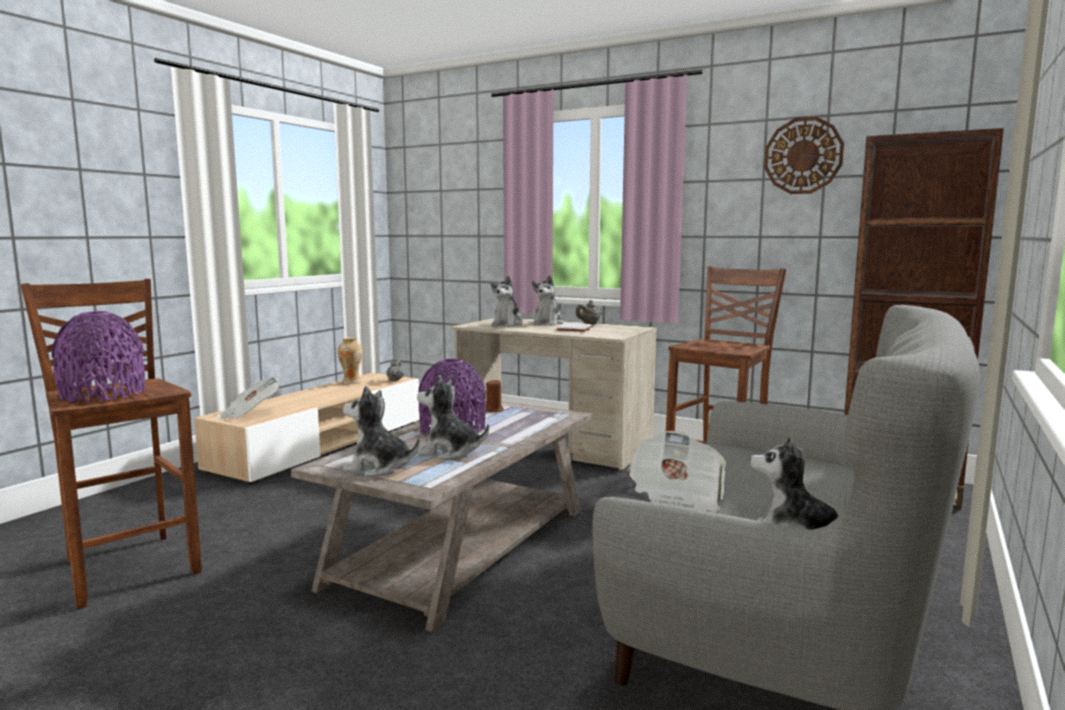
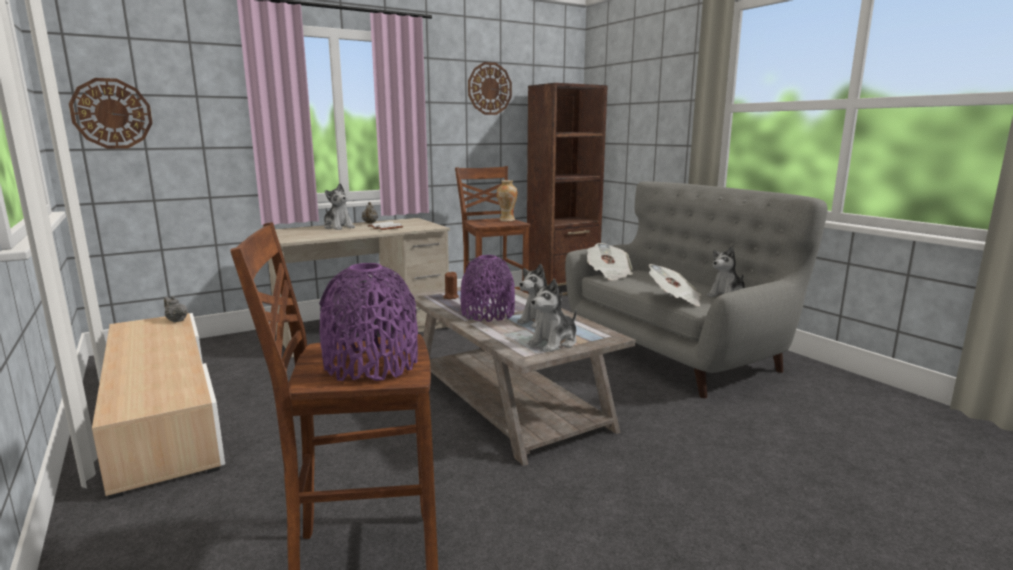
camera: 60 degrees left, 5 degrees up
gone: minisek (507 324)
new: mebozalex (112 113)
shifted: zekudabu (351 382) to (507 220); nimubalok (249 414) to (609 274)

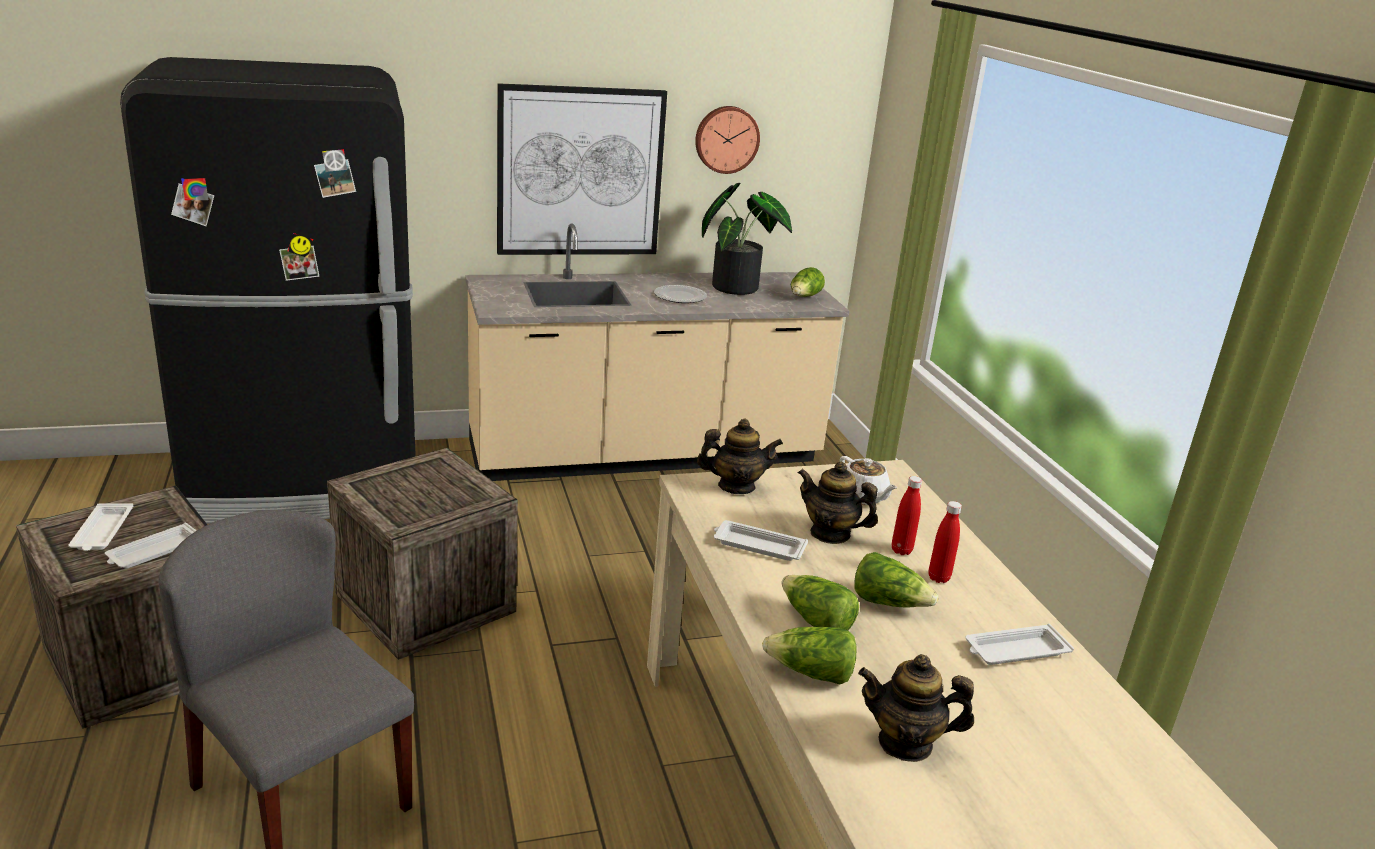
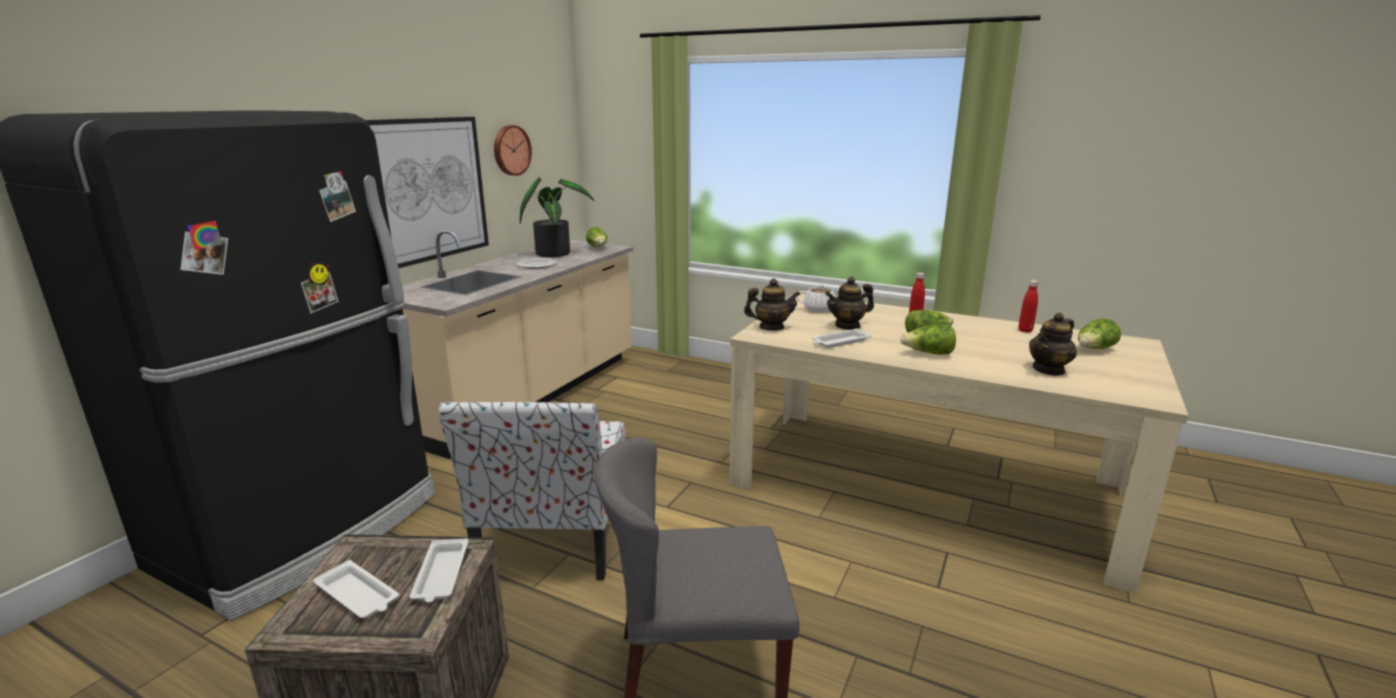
camera: 45 degrees left, 5 degrees down
gone: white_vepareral (1015 651)
shifted: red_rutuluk (901 550) to (1025 330); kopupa (811 674) to (1094 349)
swapped: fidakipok (425 602) to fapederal (553 535)
rotated: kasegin (736 486) = (771 327) 45 degrees clockwise

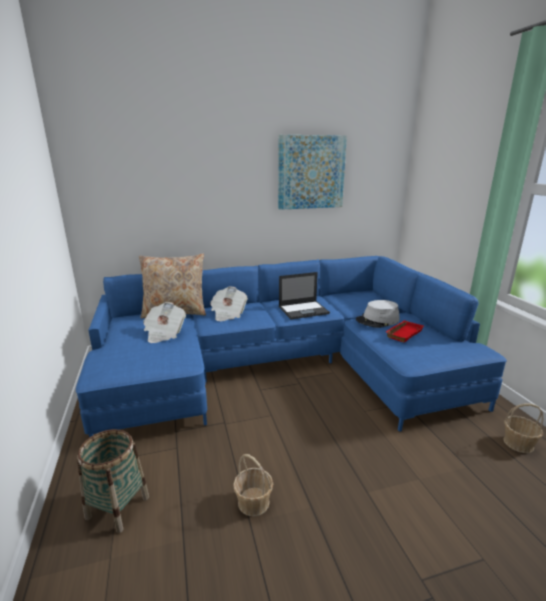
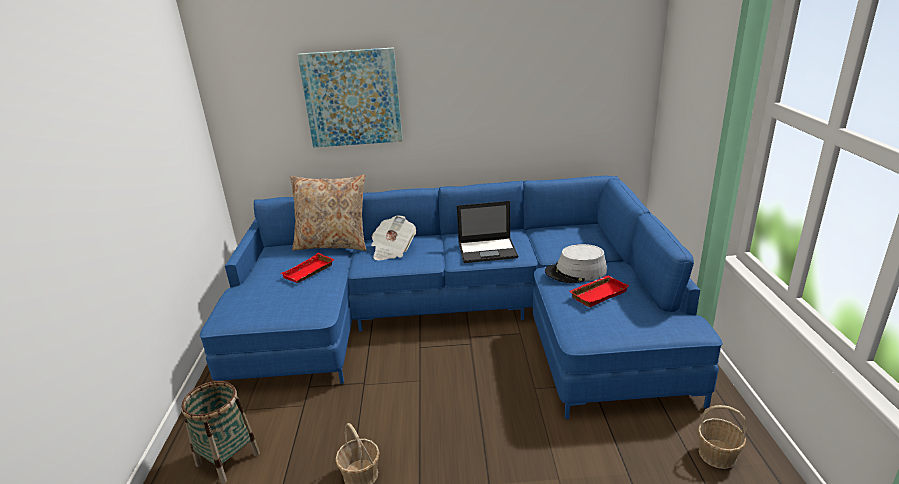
camera: 15 degrees right, 5 degrees up
shifted: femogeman (311 172) to (352 98)
swapped: nimubalok (164 333) to red_vepareral (309 272)

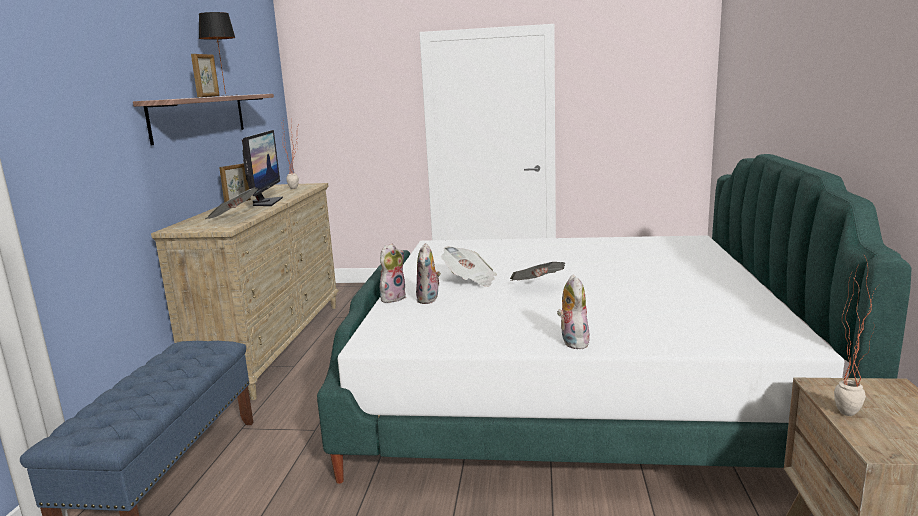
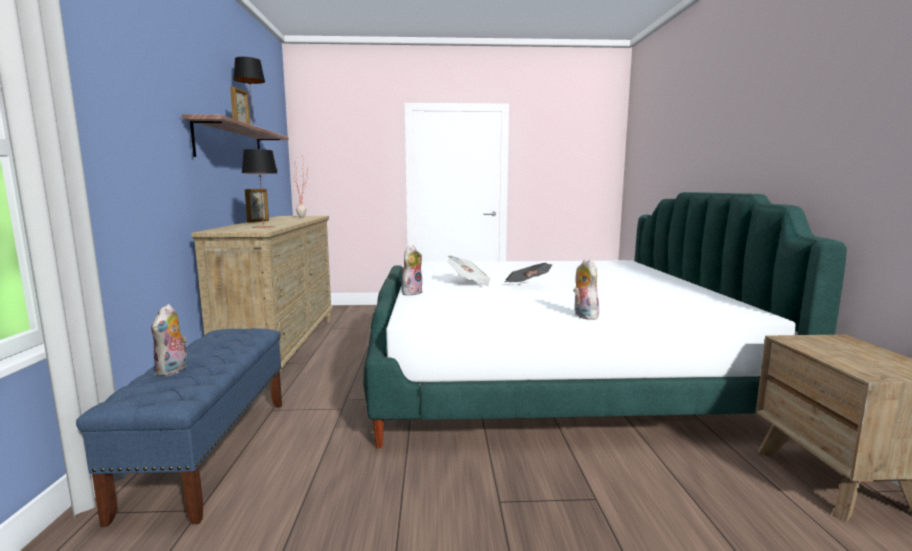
camera: 10 degrees left, 5 degrees down
gone: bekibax (265 202); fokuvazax (847 409)
shifted: minisek (429 300) to (173 371)
swapped: nimubalok (233 218) to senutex (263 227)

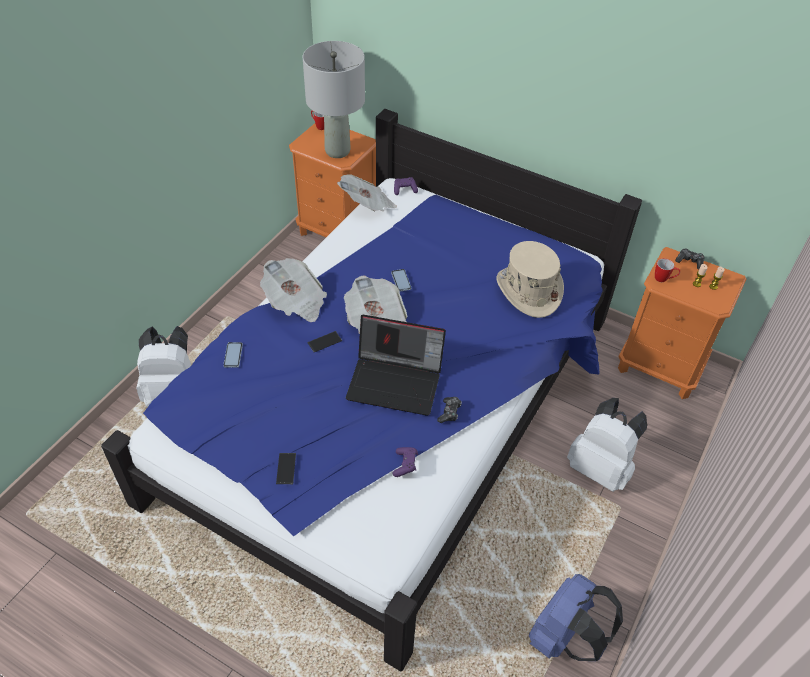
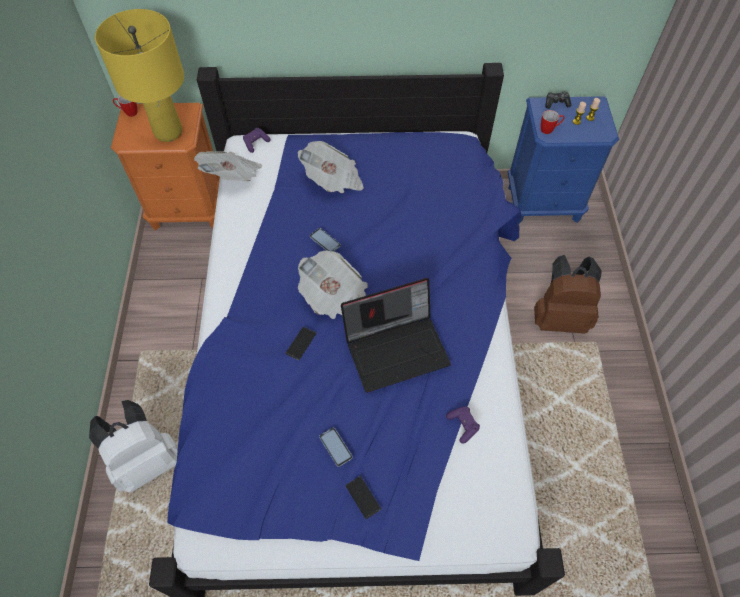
camera: 30 degrees left, 10 degrees up
gone: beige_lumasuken (528 291); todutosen (449 412); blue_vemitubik (564 637)
shifted: nimubalok (295 302) to (333 180); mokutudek (233 355) to (335 447)
repainted: grey_senutex (337 151) to yellow_senutex (169 132); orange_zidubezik (660 367) to blue_zidubezik (543 202); white_vemitubik (600 468) to brown_vemitubik (559 317)

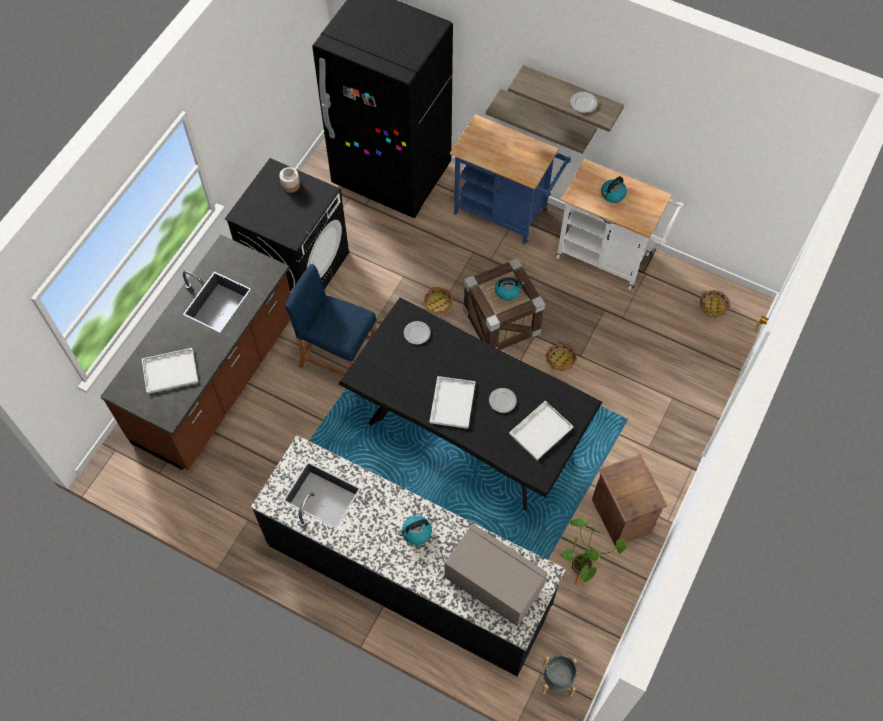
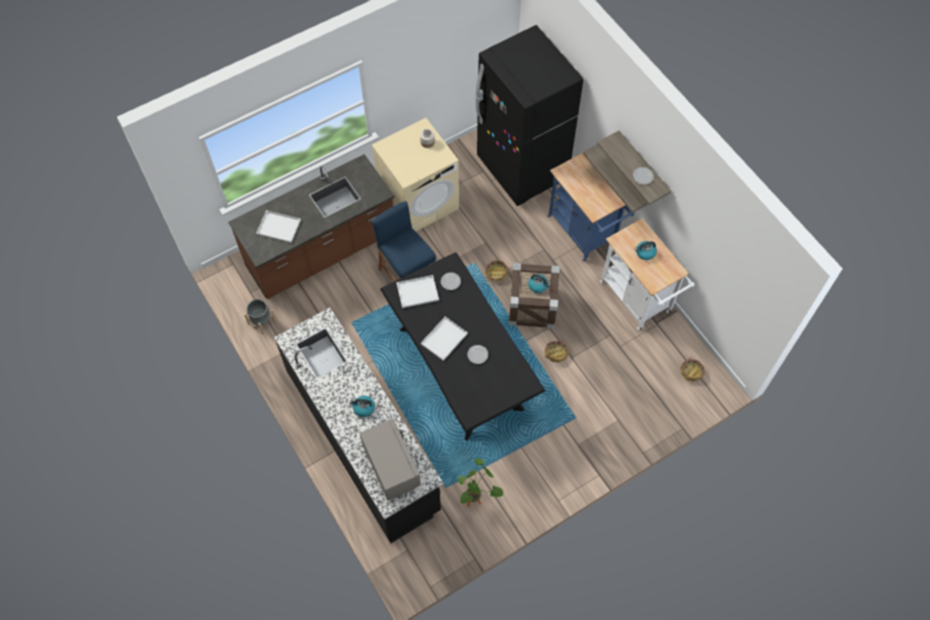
camera: 30 degrees right, 0 degrees up
gone: fidakipok (621 515)
shifted: white_vepareral (540 432) to (417 292); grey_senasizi (557 680) to (261 322)
repainted: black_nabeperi (297 267) to beige_nabeperi (419 202)

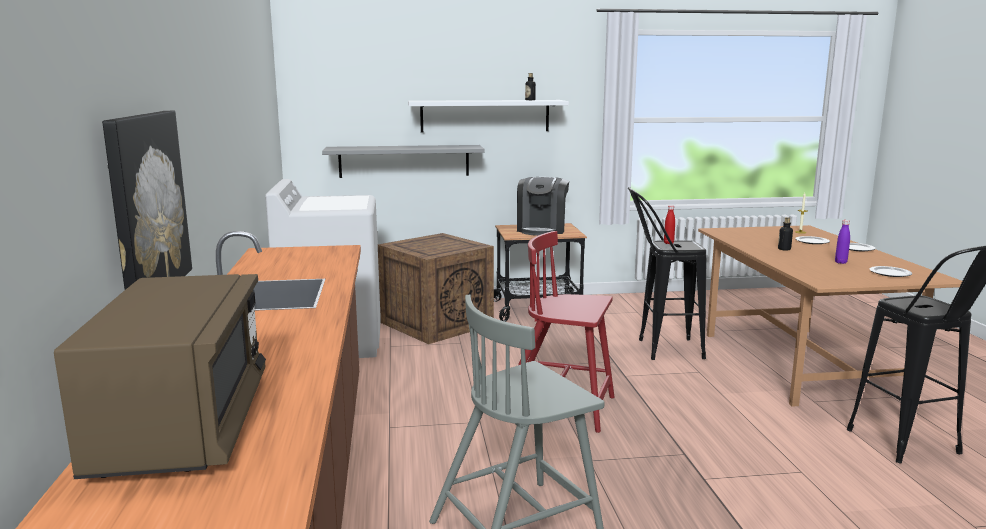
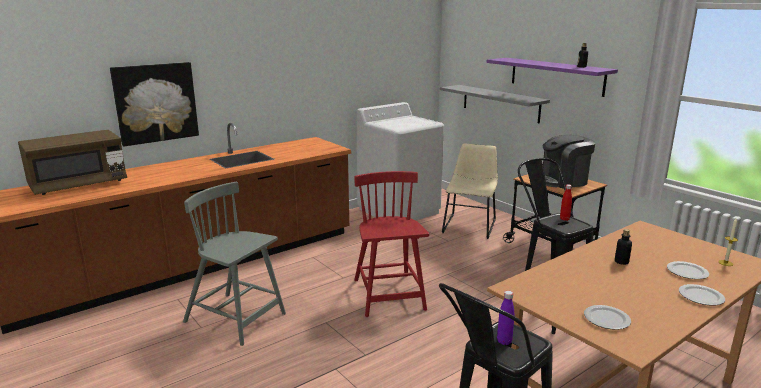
camera: 60 degrees right, 5 degrees up
shifted: purple_rutuluk (840 262) to (504 341)
swapped: fidakipok (437 323) to beige_fapederal (470 225)
repainted: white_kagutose (485 116) to purple_kagutose (556 76)

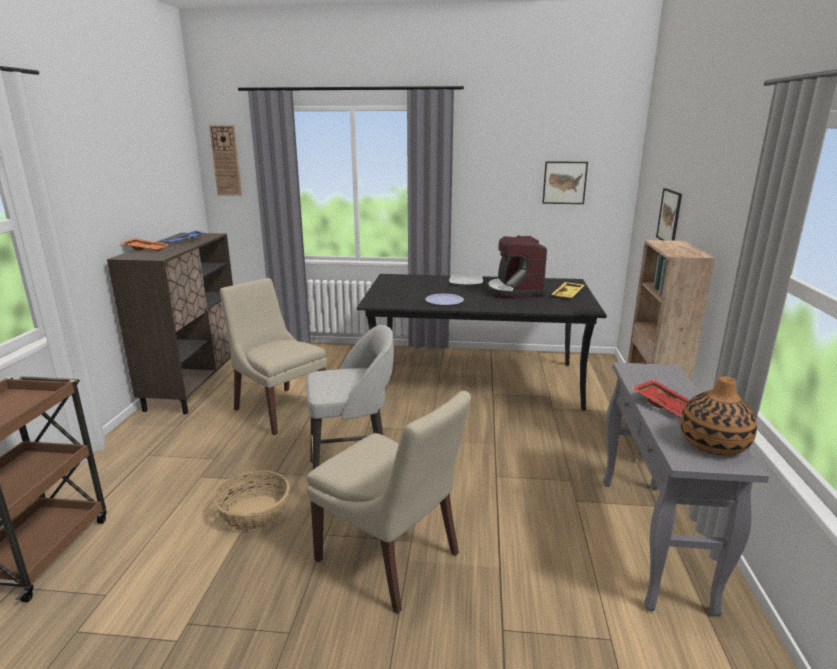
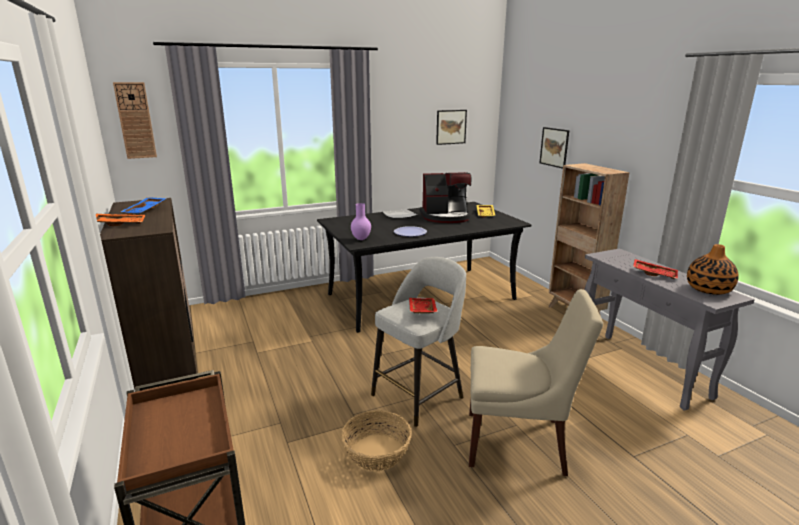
camera: 30 degrees left, 0 degrees up
gone: beige_fapederal (279 409)
new: purple_zekudabu (361 239); red_vepareral (421 310)
rotated: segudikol (514 291) = (446 217) 60 degrees counterclockwise

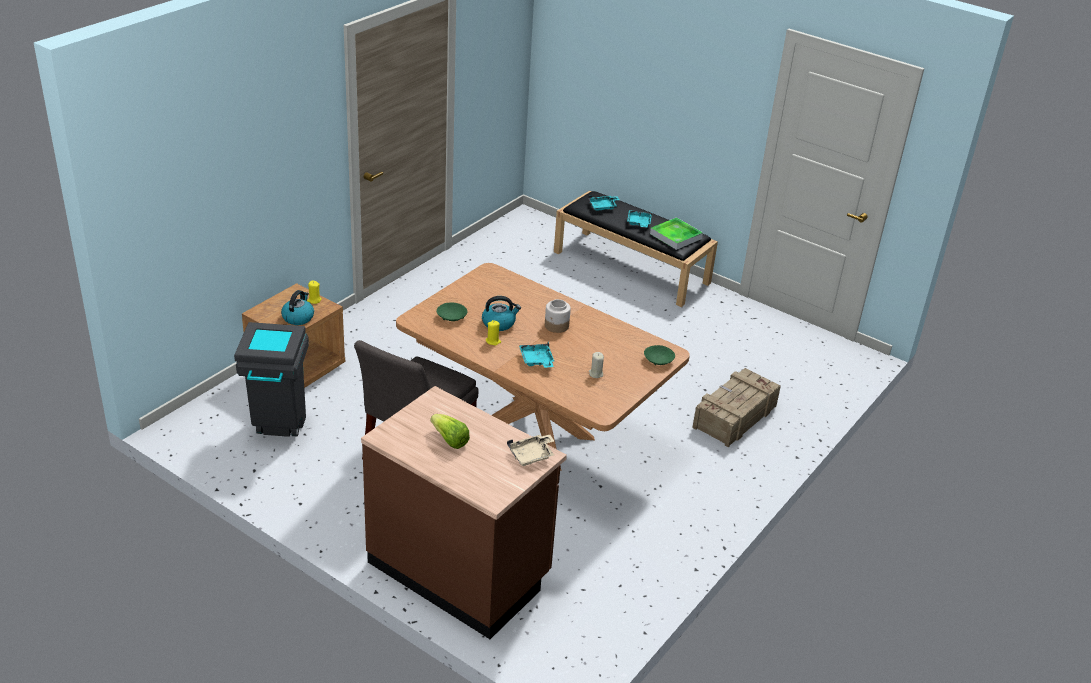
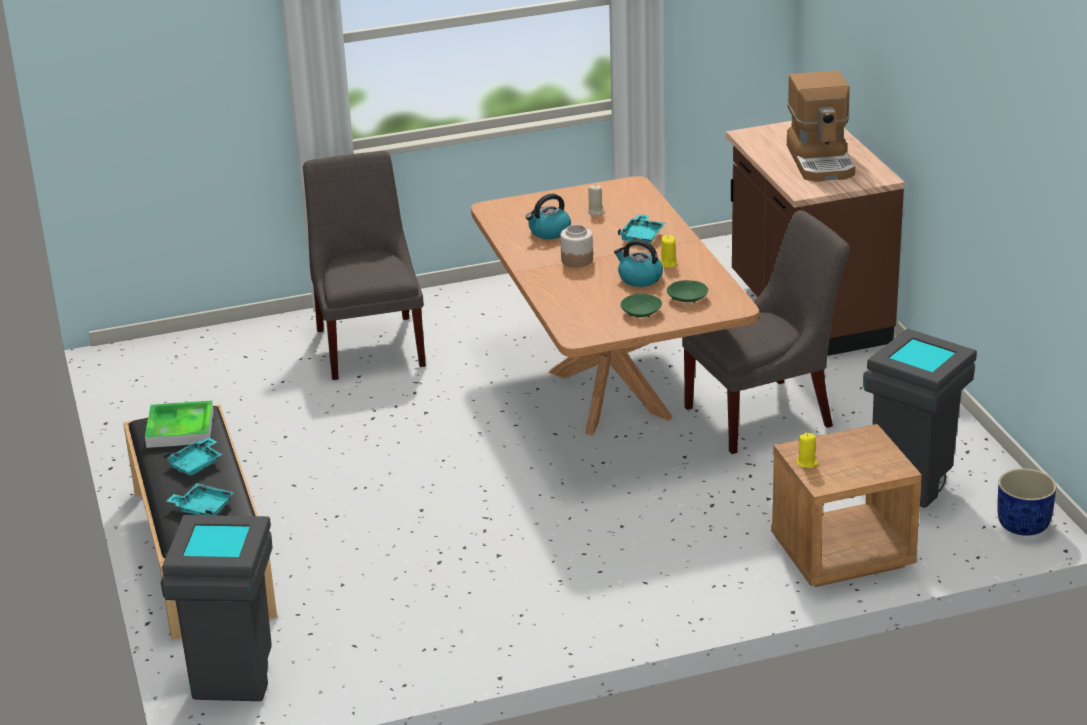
camera: 140 degrees left, 5 degrees down
gone: beige_vepareral (531 455)
new: blue_senasizi (1024 525); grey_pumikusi (235 678)
shifted: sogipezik (298 317) to (549 232); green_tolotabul (658 360) to (640 312)
swapped: fidakipok (734 416) to grey_fapederal (370 344); kopupa (449 440) to segudikol (822 161)

